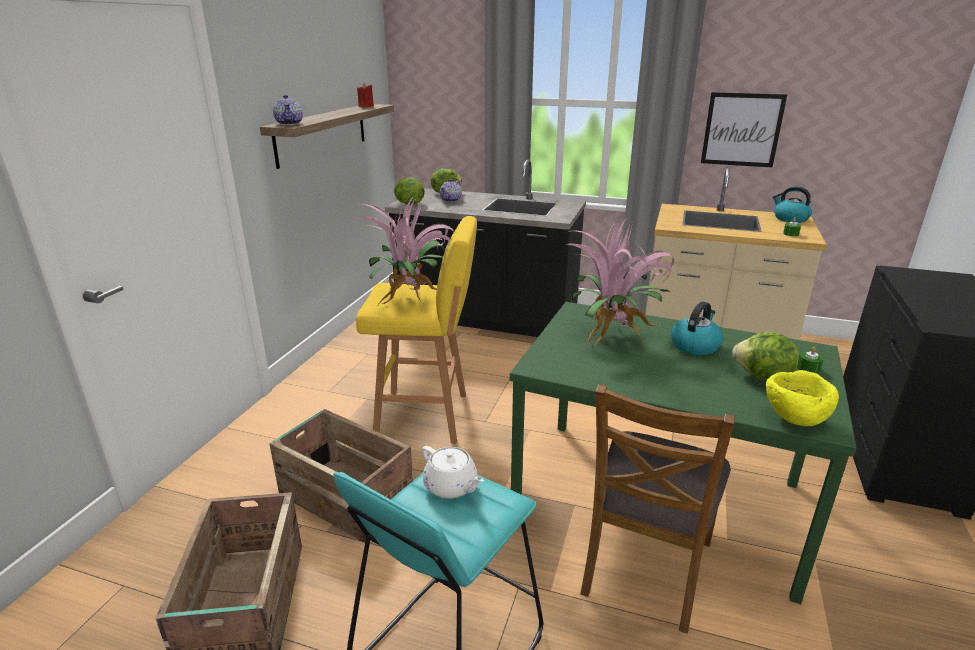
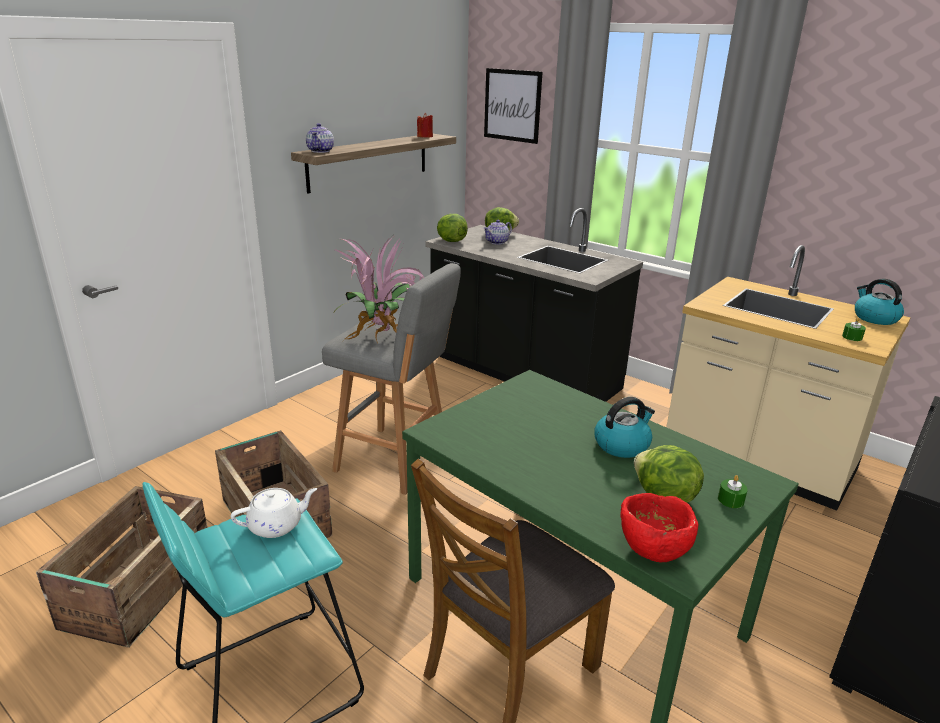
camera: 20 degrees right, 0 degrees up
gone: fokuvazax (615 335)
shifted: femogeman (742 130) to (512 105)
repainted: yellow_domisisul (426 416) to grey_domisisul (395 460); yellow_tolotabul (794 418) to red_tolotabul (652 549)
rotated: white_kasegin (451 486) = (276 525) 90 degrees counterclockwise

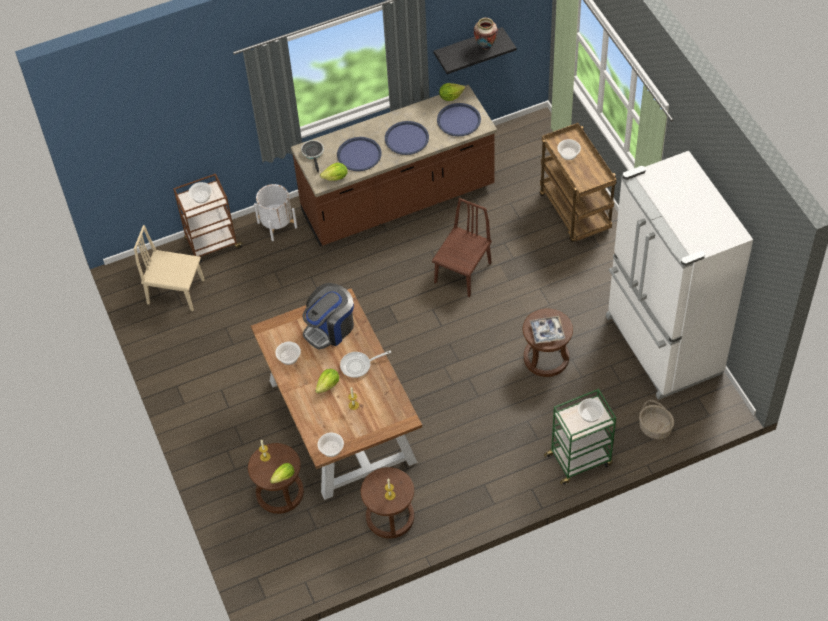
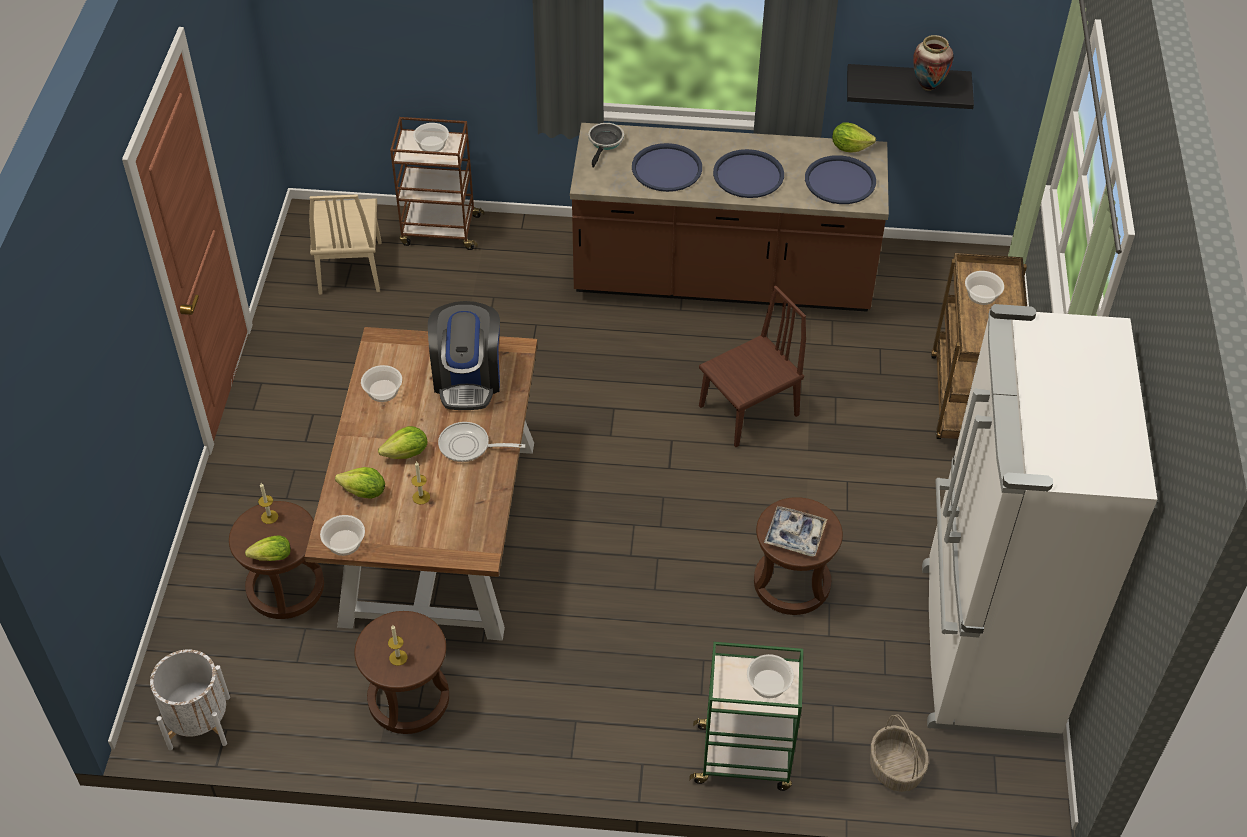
camera: 25 degrees right, 5 degrees down
shifted: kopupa (336 178) to (364 493); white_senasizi (277 225) to (199 722)
rotated: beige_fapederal (176 291) = (350 267) 135 degrees counterclockwise; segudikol (330 328) = (467 378) 75 degrees counterclockwise

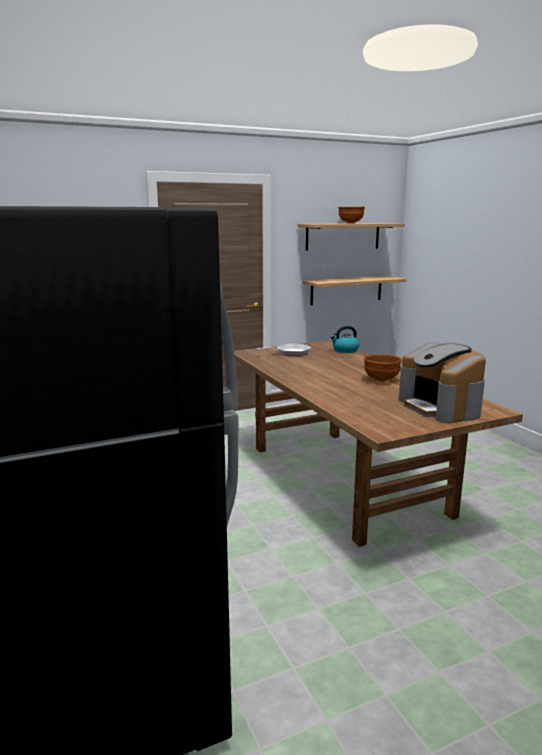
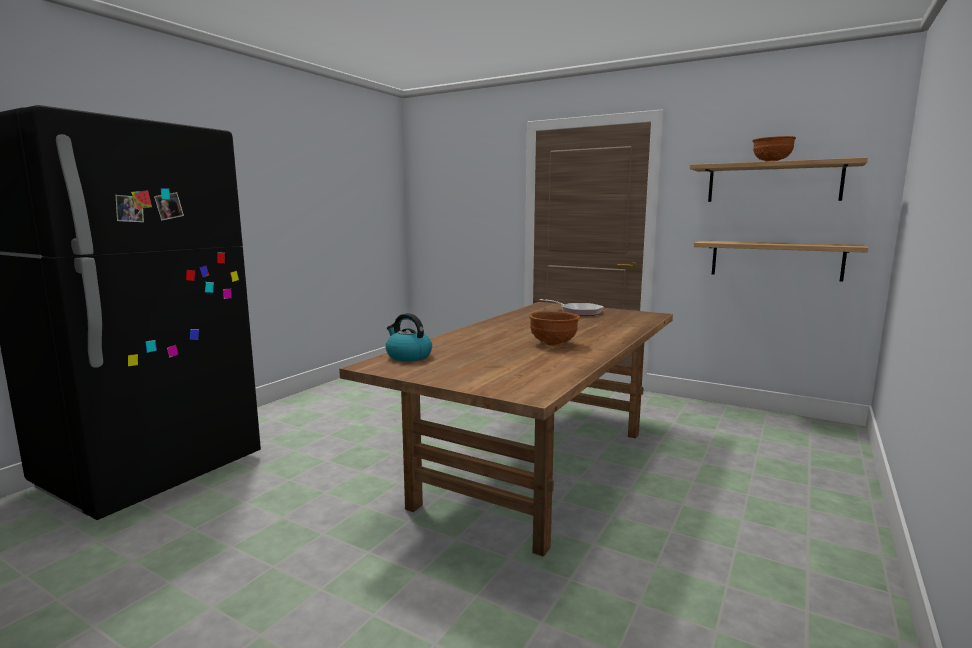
camera: 55 degrees right, 5 degrees down
gone: segudikol (440 407)
shifted: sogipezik (345 350) to (408 356)

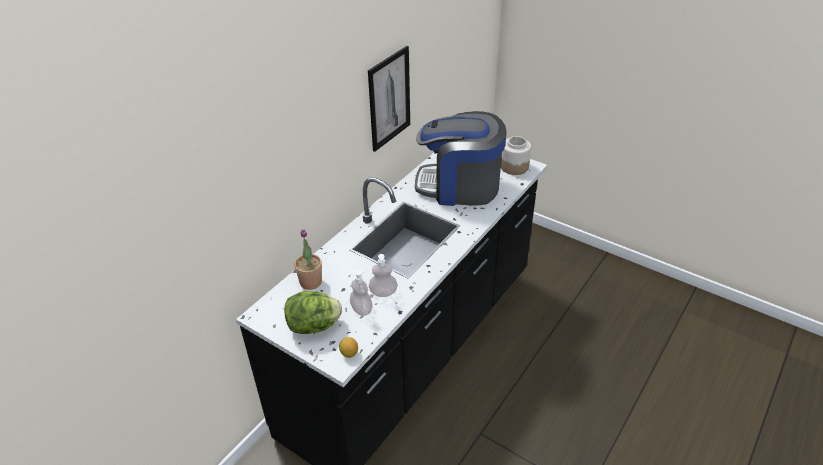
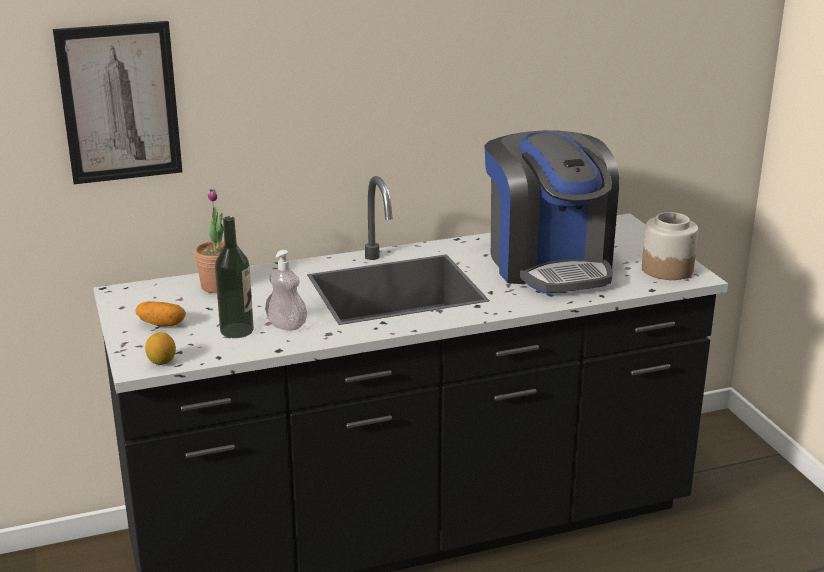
camera: 35 degrees right, 15 degrees down
shifted: femogeman (389 99) to (120 103)
swapped: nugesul (361 309) to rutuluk (237 330); kopupa (314 326) to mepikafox (162 324)
rotated: segudikol (459 186) = (549 264) 150 degrees counterclockwise

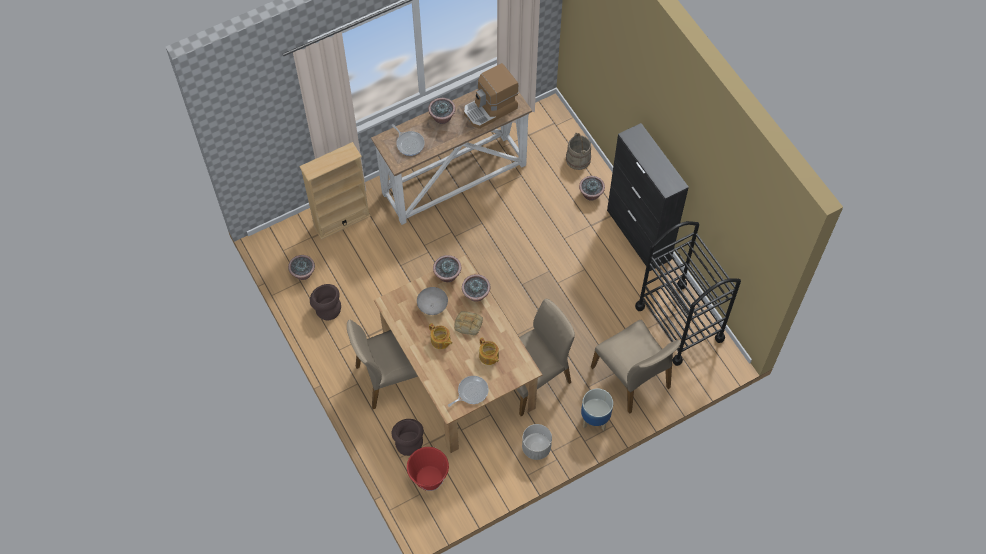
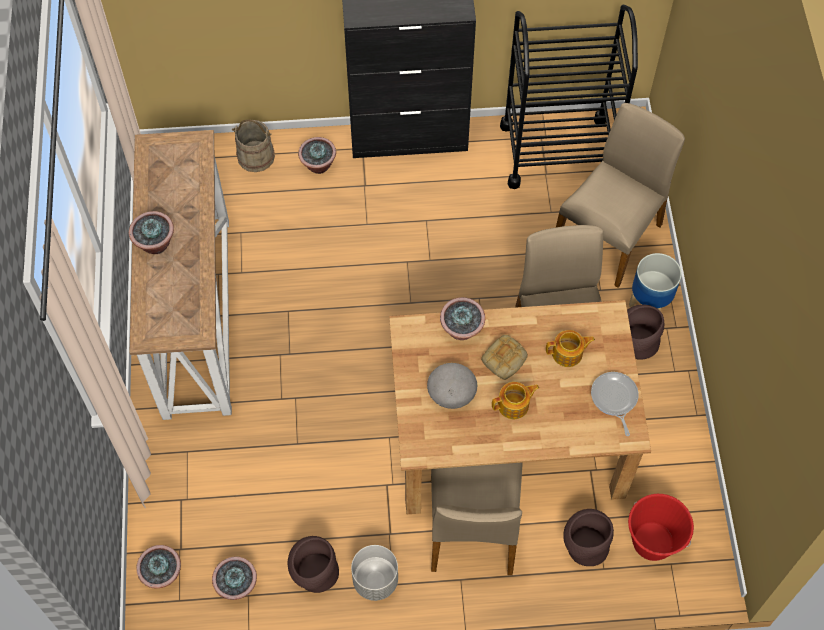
camera: 65 degrees left, 0 degrees up
gone: segudikol (490 109); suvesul (409 143); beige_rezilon (341 220)
new: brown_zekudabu (635 343)
shifted: fokuvazax (447 275) to (162 574); grey_senasizi (536 448) to (375 580)
rotated: beige_fapederal (632 377) = (609 235) 45 degrees counterclockwise

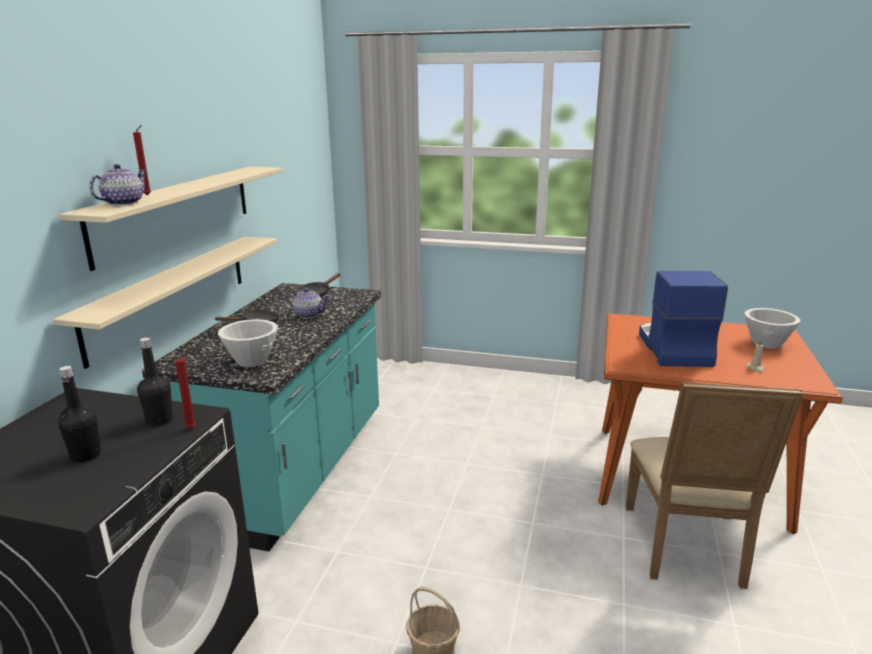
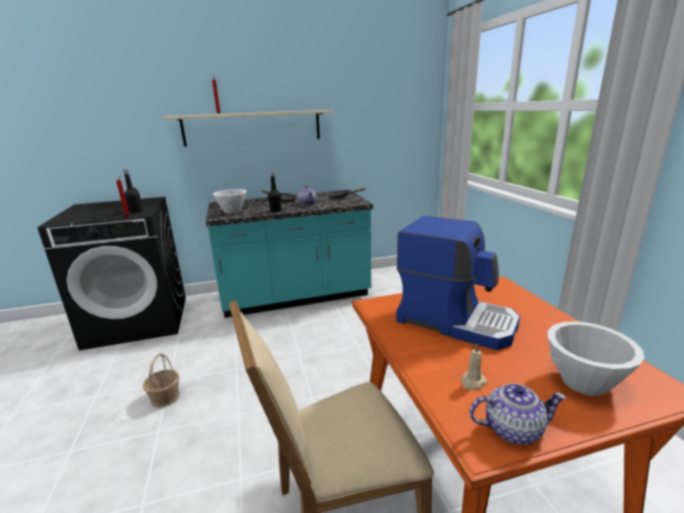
camera: 60 degrees right, 0 degrees up
gone: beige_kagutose (171 294)
shifted: kasegin (123 203) to (511 429); black_rutuluk (86 455) to (276 211)
rotated: segudikol (672 348) = (456 320) 60 degrees clockwise

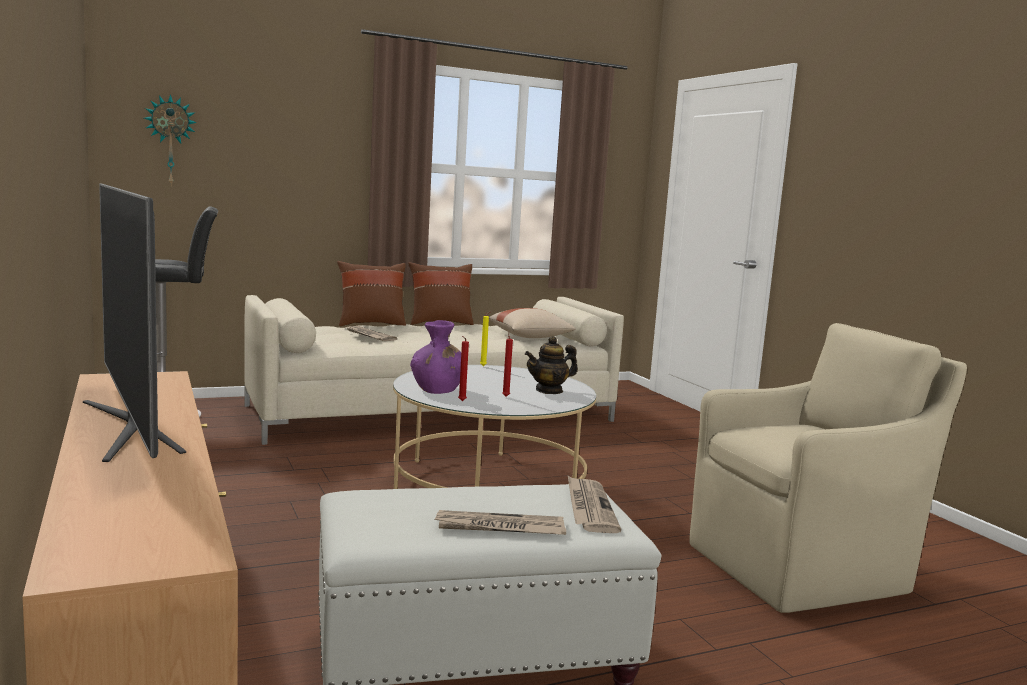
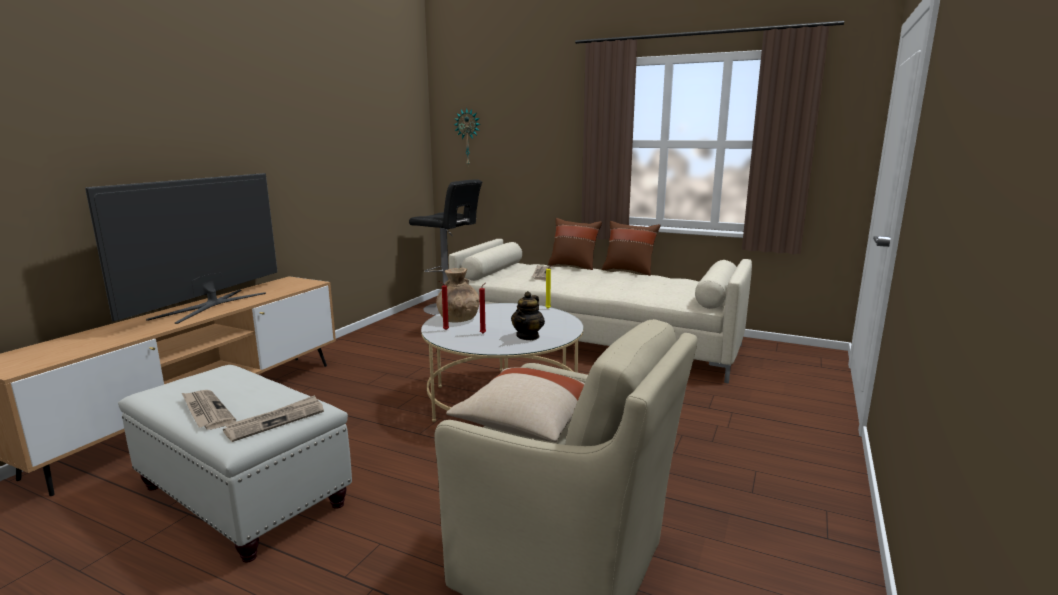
camera: 50 degrees right, 5 degrees up
shifted: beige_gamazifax (530 337) to (527 425)
repainted: purple_zekudabu (437 390) to brown_zekudabu (458 319)
rotated: kasegin (549 390) = (528 336) 90 degrees counterclockwise

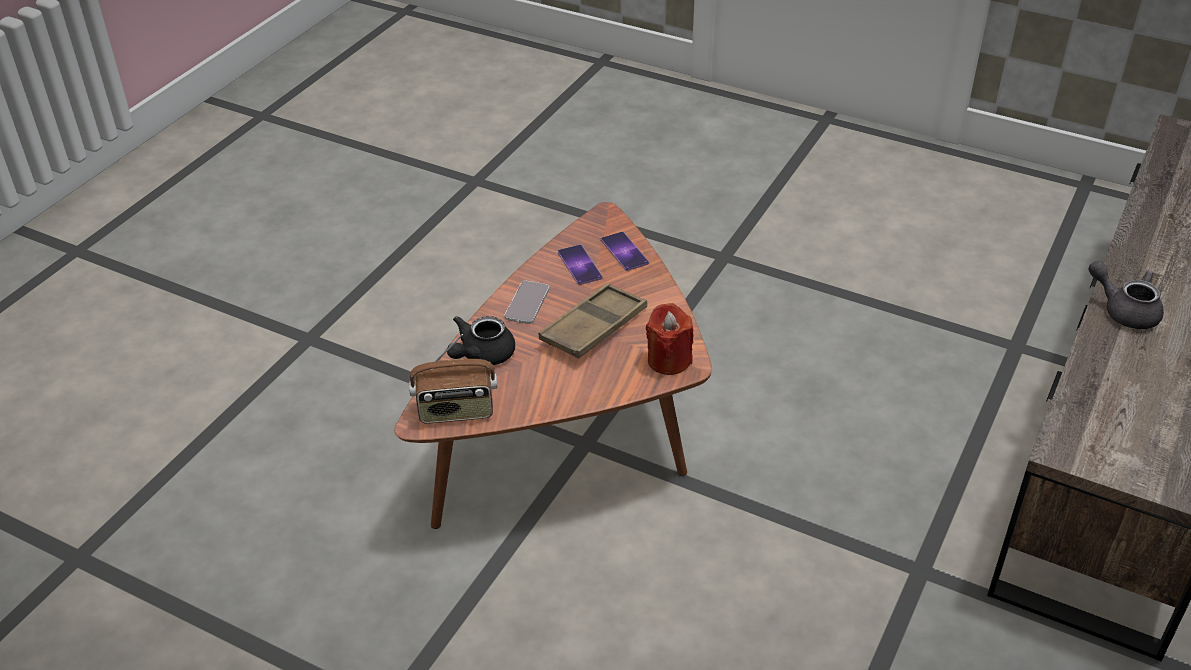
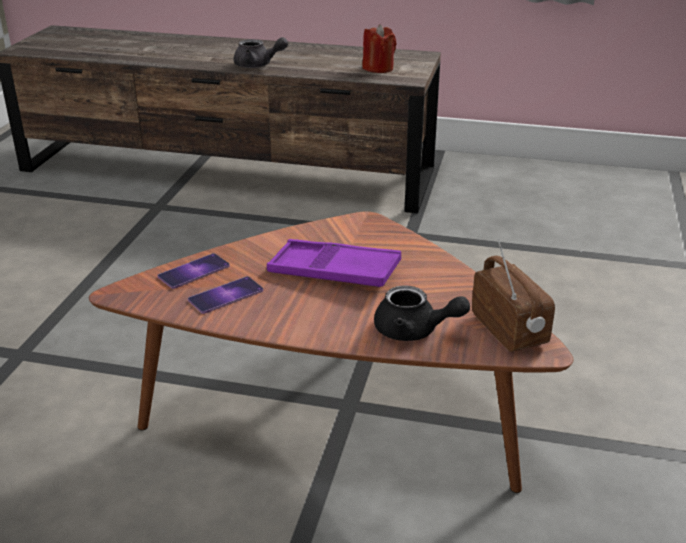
camera: 105 degrees left, 10 degrees down
gone: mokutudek (527 303)
shifted: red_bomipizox (668 360) to (378 68)
repainted: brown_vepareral (593 327) to purple_vepareral (334 271)
rotated: grey_kasegin (1124 310) = (258 65) 105 degrees counterclockwise

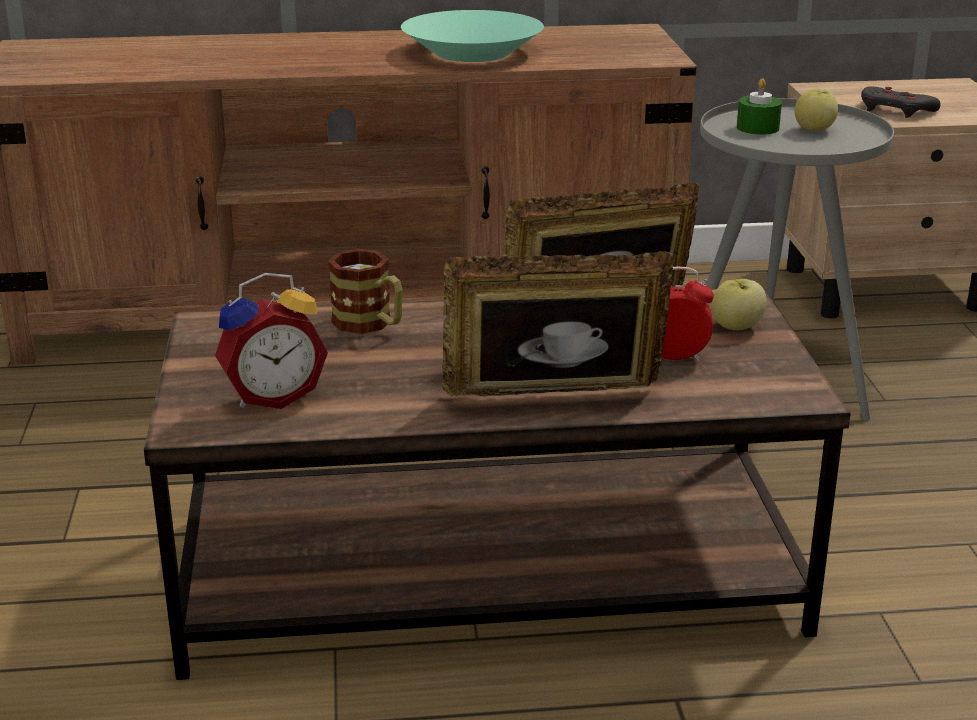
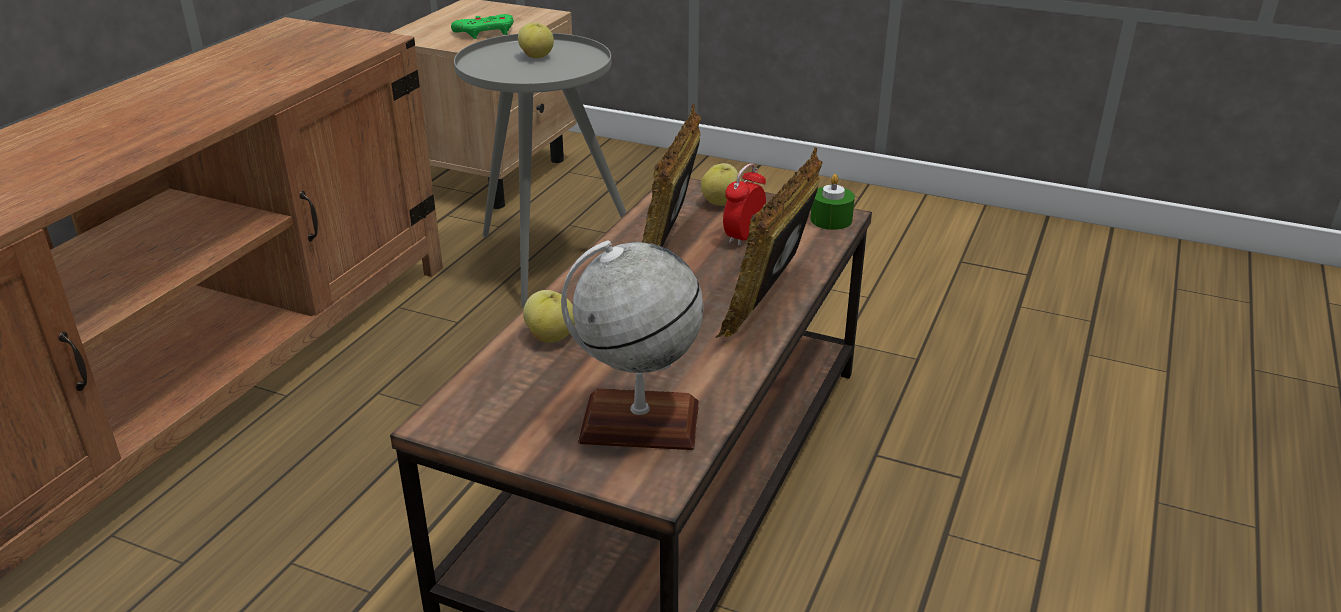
camera: 60 degrees left, 5 degrees up
gone: turquoise_tolotabul (473 52)
shifted: green_bomipizox (757 128) to (831 220)
swapped: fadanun (370 324) to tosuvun (551 337); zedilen (272 396) to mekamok (639 422)
repainted: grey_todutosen (895 110) to green_todutosen (485 32)

